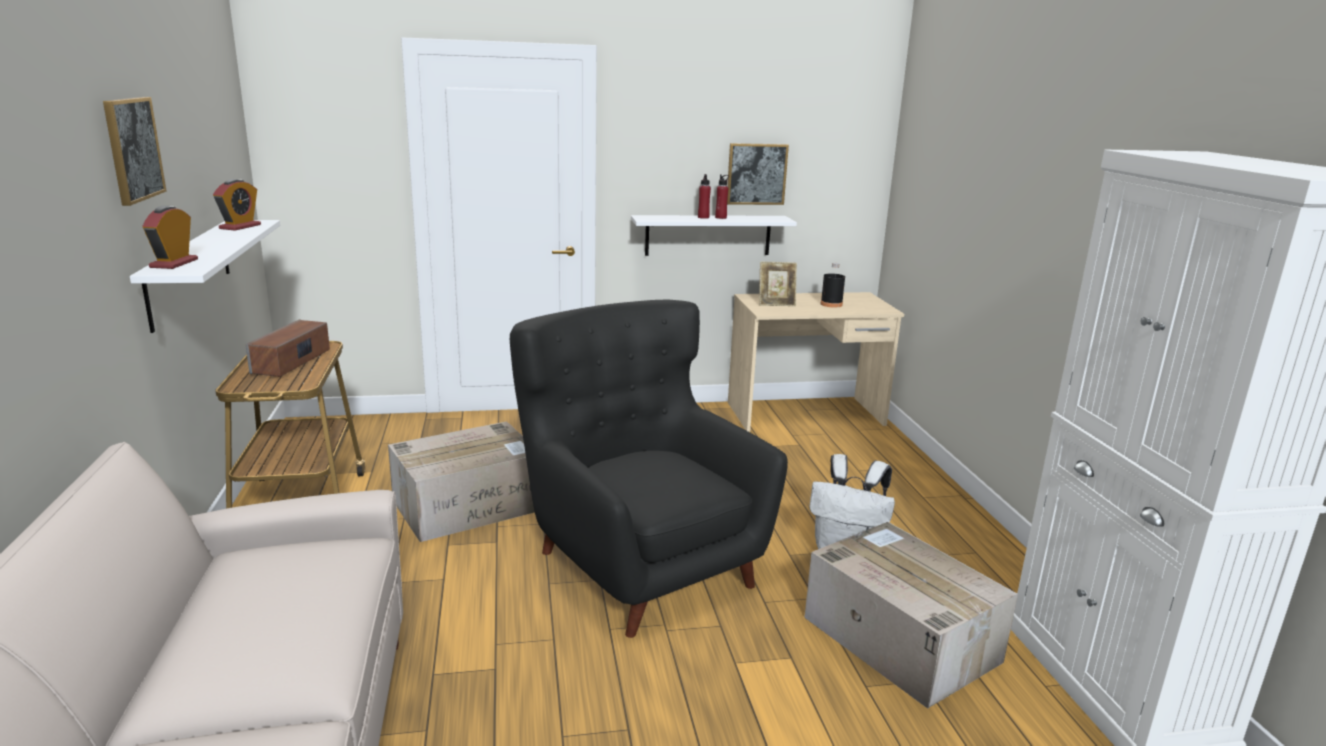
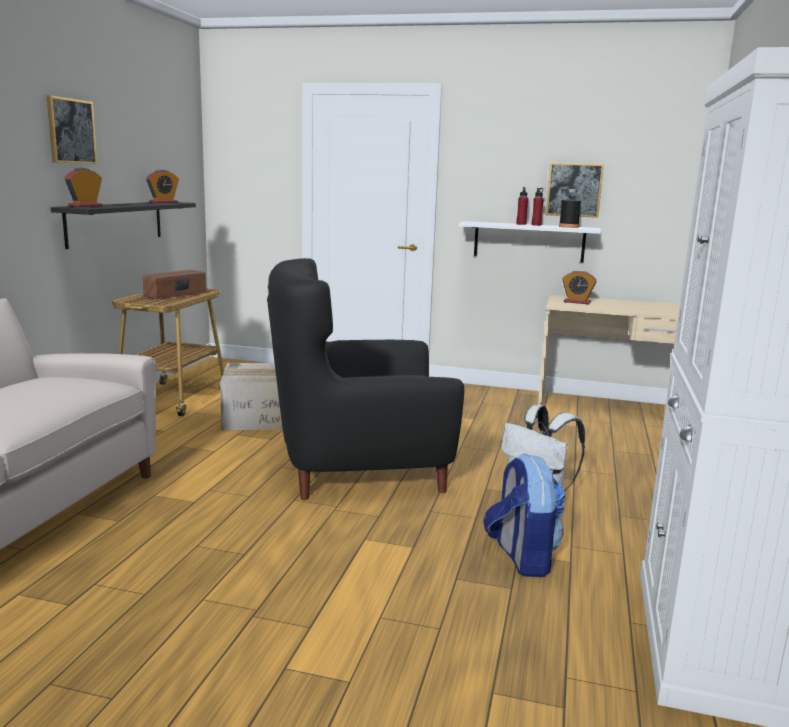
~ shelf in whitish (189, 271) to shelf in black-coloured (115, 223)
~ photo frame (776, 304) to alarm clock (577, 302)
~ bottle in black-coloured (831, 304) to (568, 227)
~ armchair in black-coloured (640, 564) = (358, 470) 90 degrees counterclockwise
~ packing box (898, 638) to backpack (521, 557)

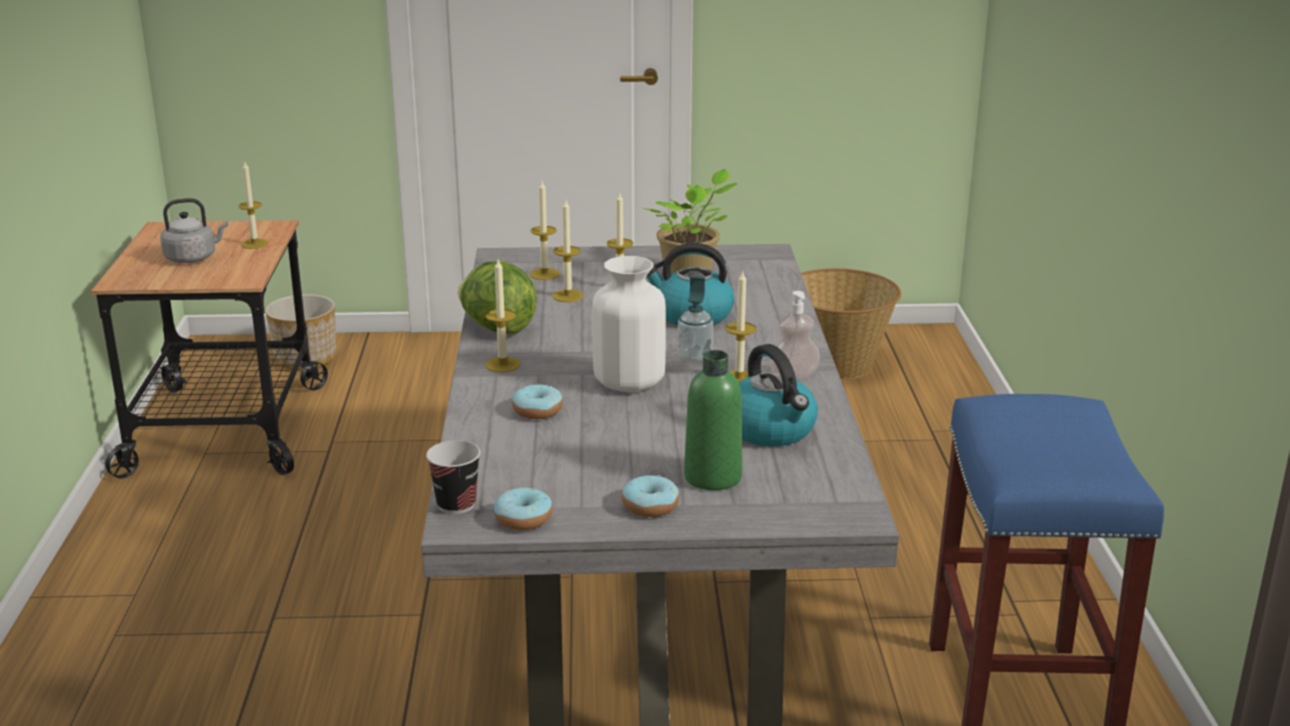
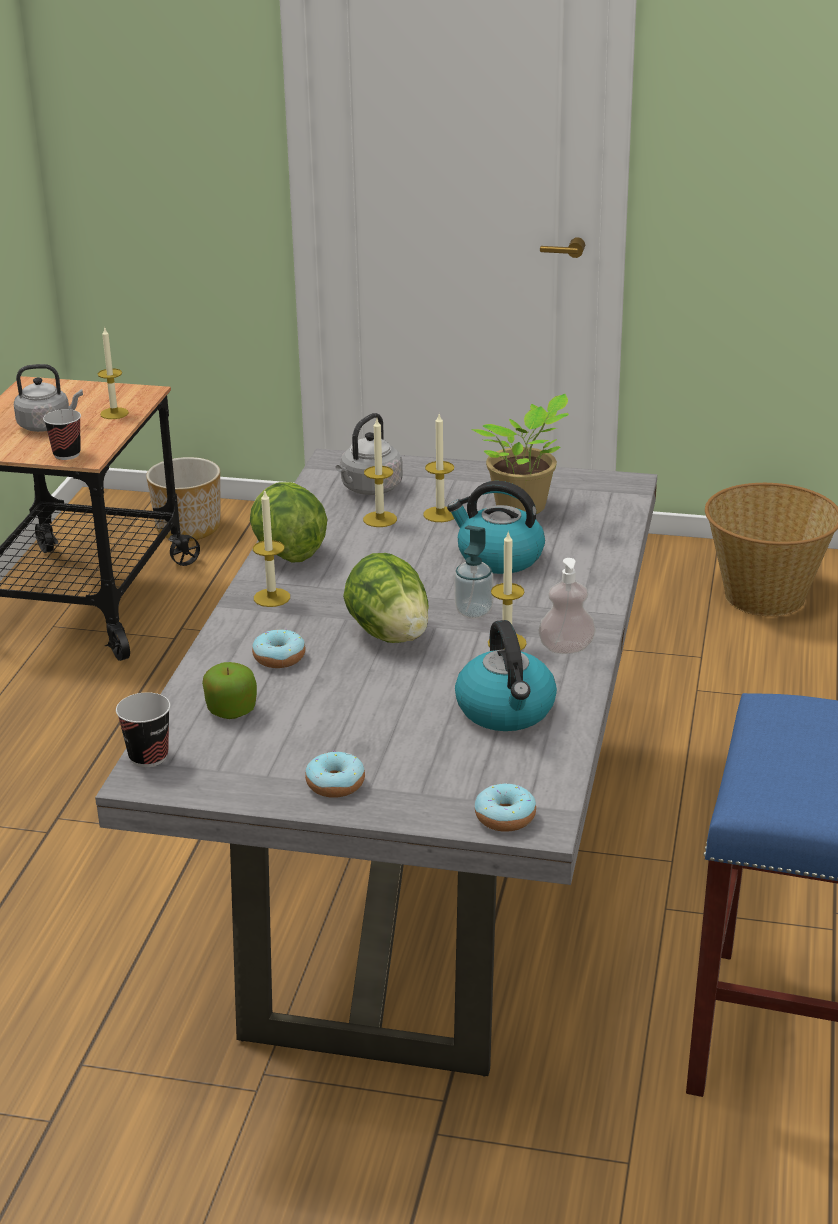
~ candle (544, 274) to kettle in gray (369, 489)
~ decorative vase in whitish (629, 382) to head of lettuce (389, 634)
- bottle in green-coloured (712, 477)
~ ring doughnut (523, 519) to (505, 817)
+ small cup (67, 454)
+ apple (231, 710)

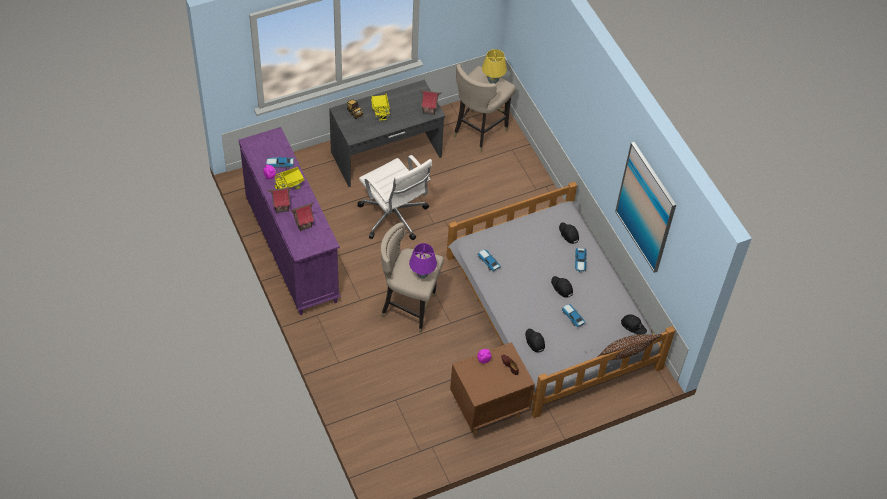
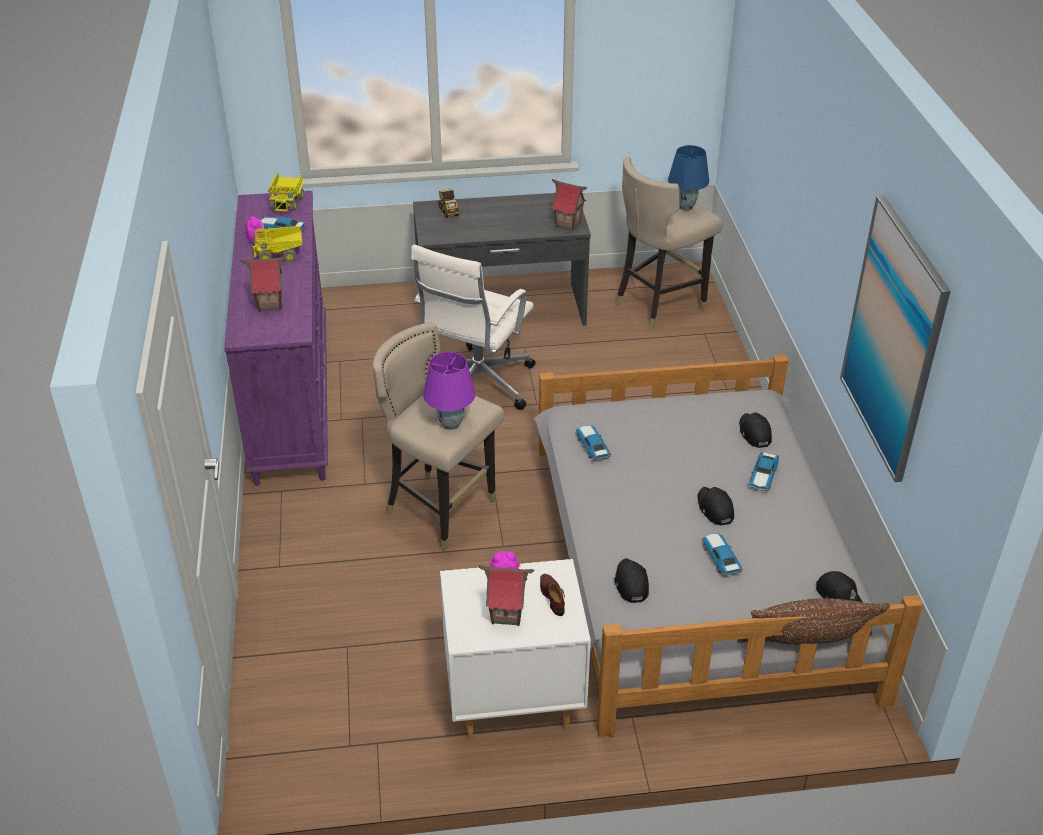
~ tabletop lamp in yellow (493, 81) to tabletop lamp in blue-coloured (686, 207)
~ toy truck (380, 111) to (287, 202)
~ desk chair in whitish (394, 217) = (476, 385) 45 degrees clockwise
~ model house (281, 207) to (507, 615)
~ bedside table in brown (488, 410) to bedside table in whitish (513, 703)

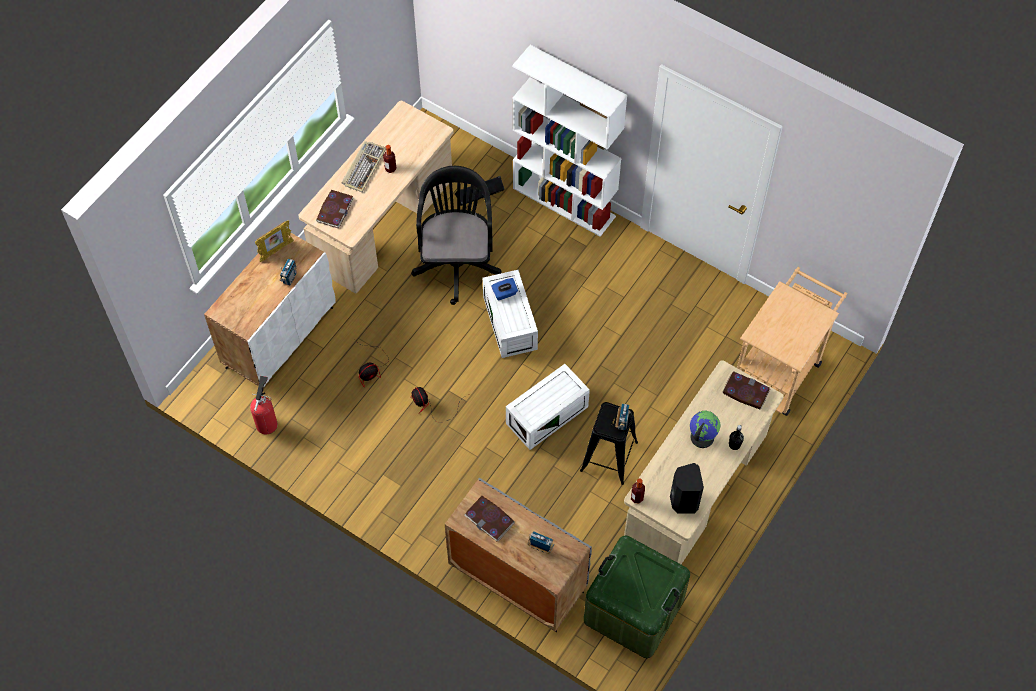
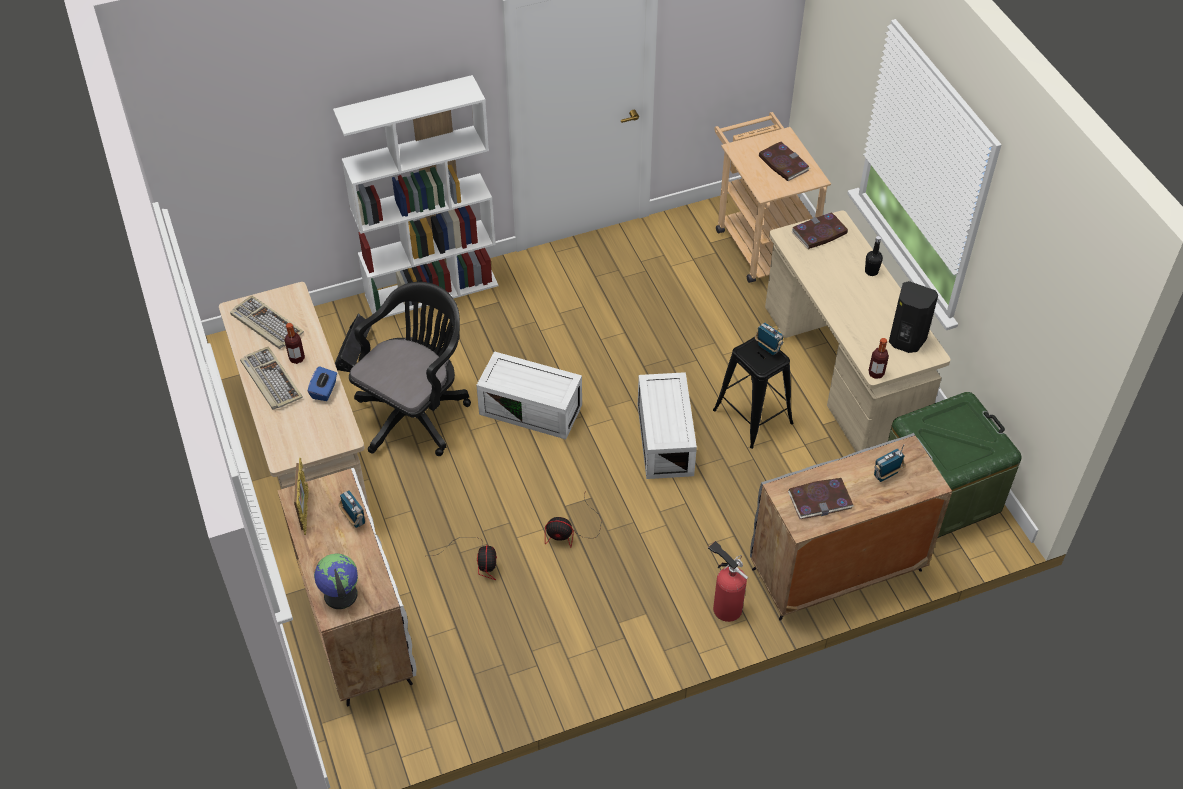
~ desk chair in black-coloured (457, 261) = (416, 412) 90 degrees clockwise
~ book (334, 210) to (783, 163)
~ box of tissues in blue-coloured (504, 293) to (324, 391)
~ fire extinguisher (267, 422) to (725, 606)
~ desk globe (701, 437) to (340, 595)
+ computer keyboard (265, 324)

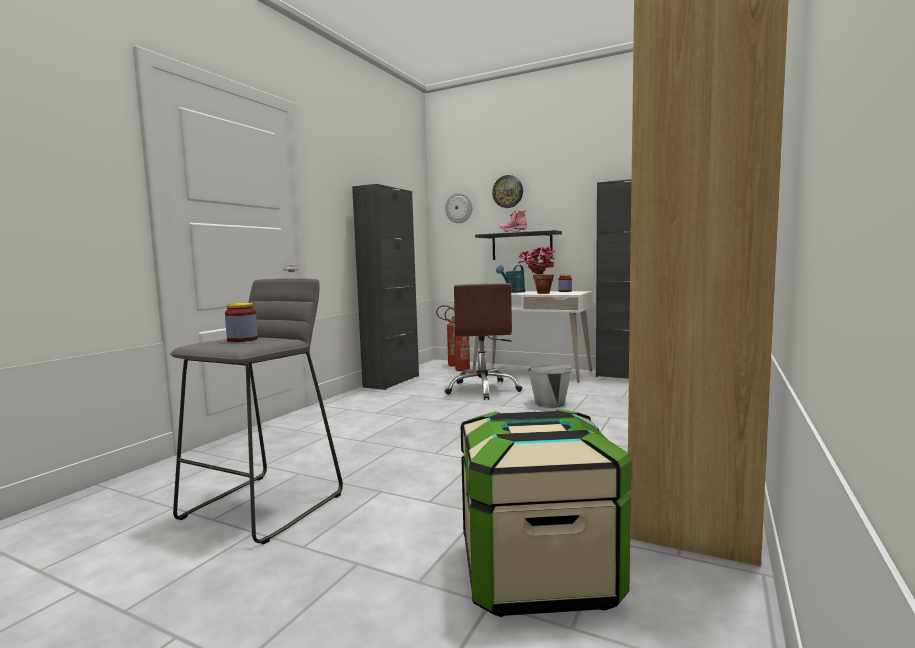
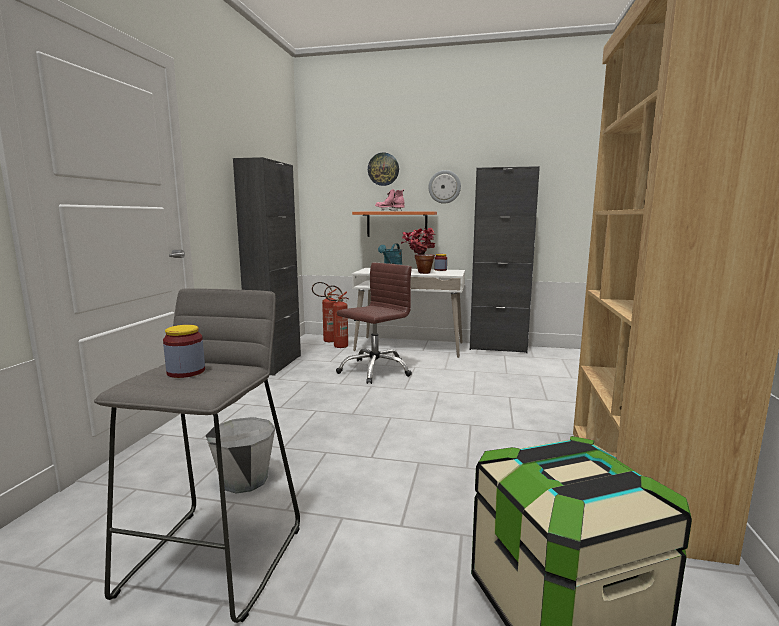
~ hanging clock (459, 208) to (444, 187)
~ shelf in black-coloured (521, 246) to shelf in orangey (397, 224)
~ desk chair in brown (483, 389) = (375, 370) 120 degrees counterclockwise
~ bucket in gray (550, 403) to (244, 480)

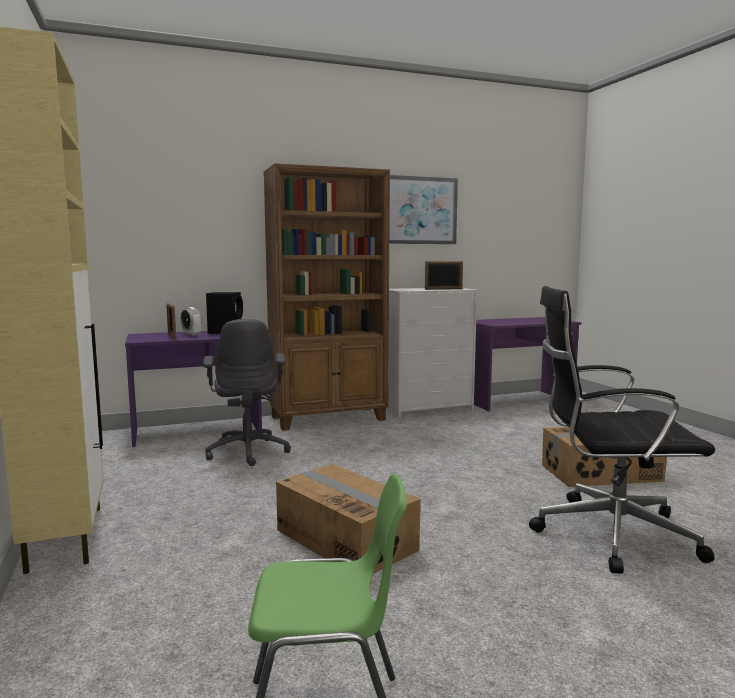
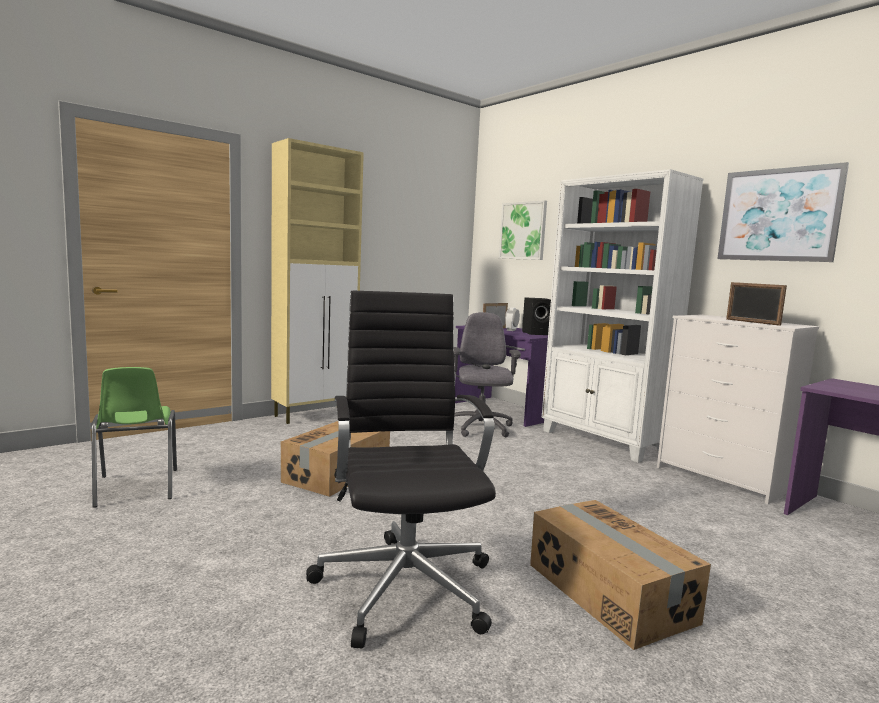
~ bookcase in brown (329, 418) to bookcase in whitish (603, 441)
~ desk chair in gray (248, 451) = (480, 428) 120 degrees clockwise
+ wall art (523, 231)

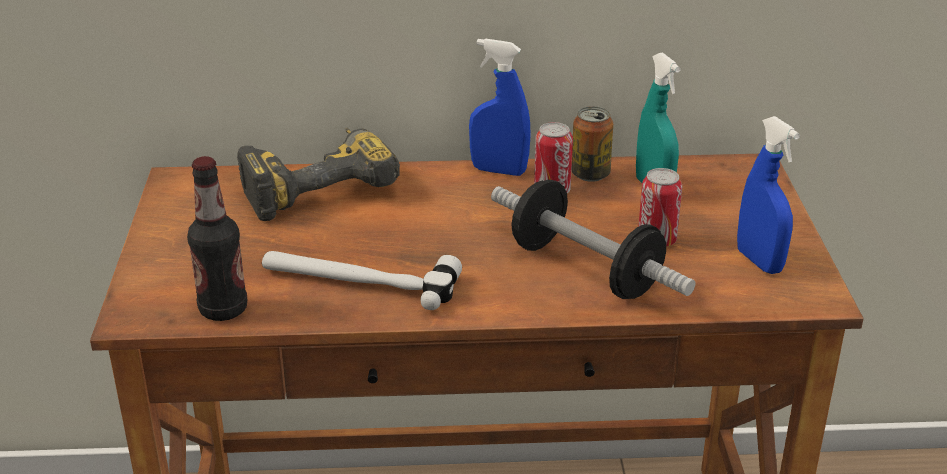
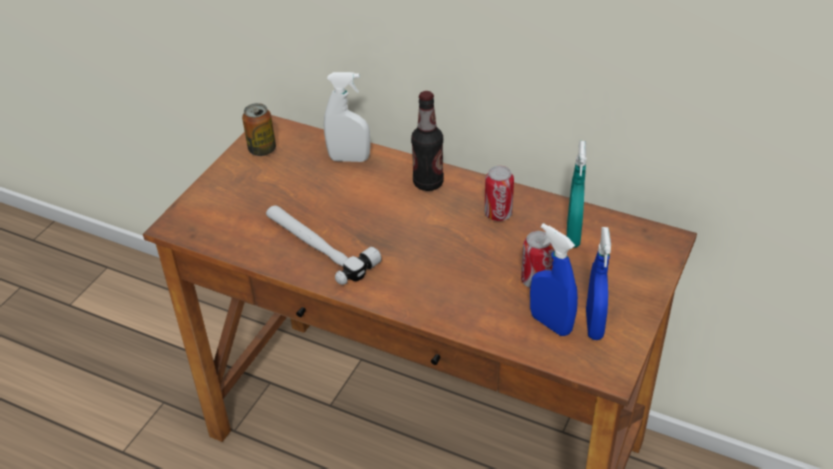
~ spray bottle in blue-coloured (499, 170) to (550, 323)
~ can (590, 174) to (262, 149)
~ power drill (316, 185) to spray bottle in whitish (349, 159)
~ bottle (223, 309) to (428, 183)
- hand weight (585, 269)

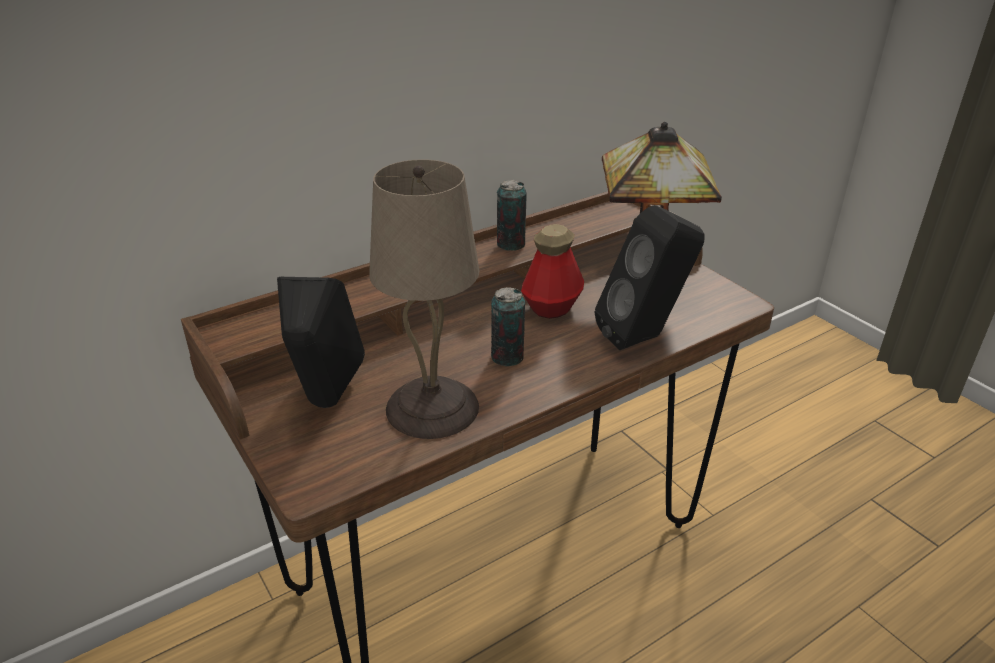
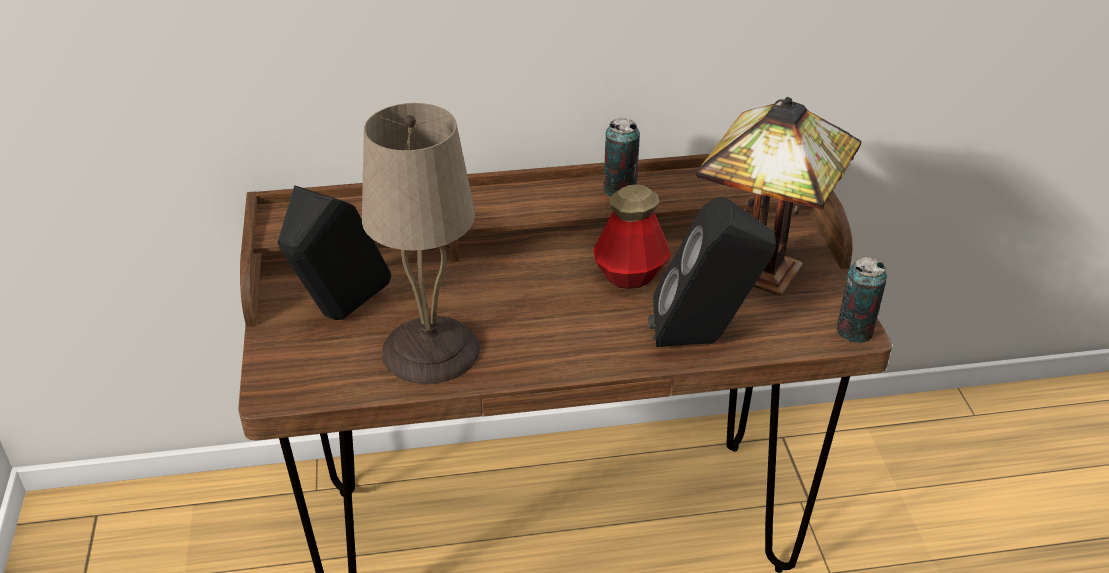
~ can (507, 357) to (854, 331)

